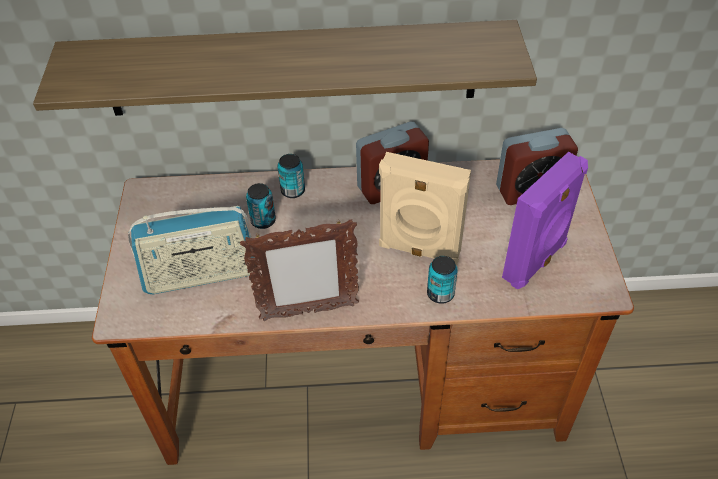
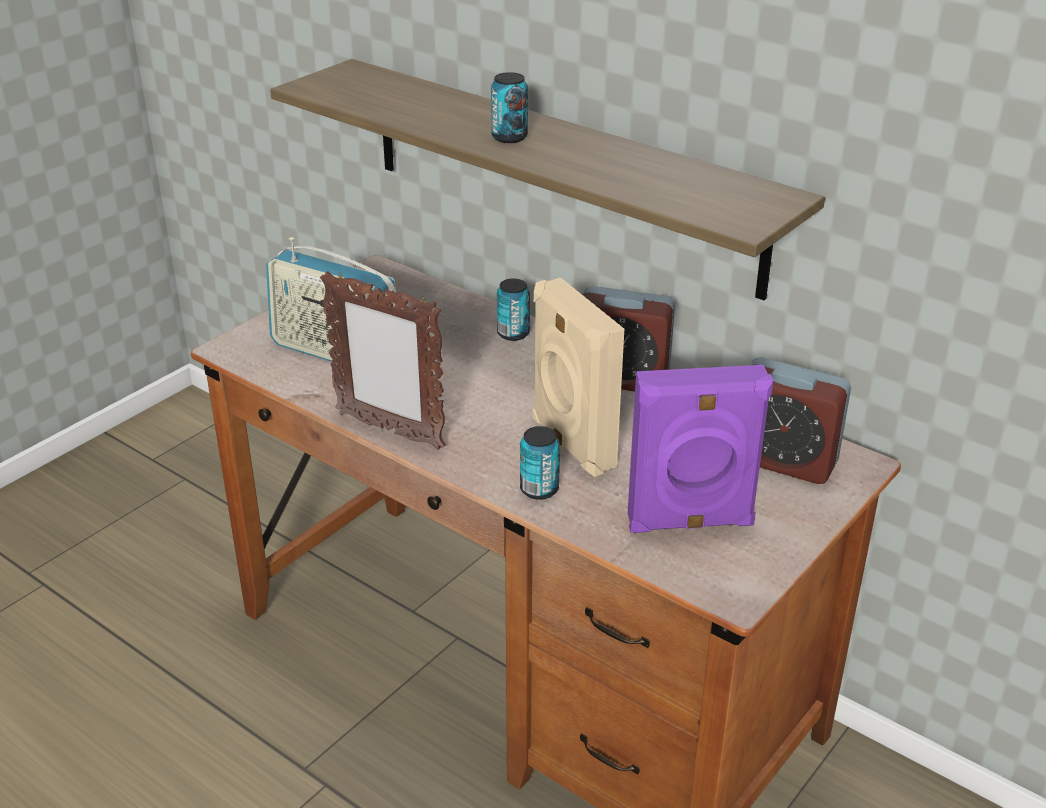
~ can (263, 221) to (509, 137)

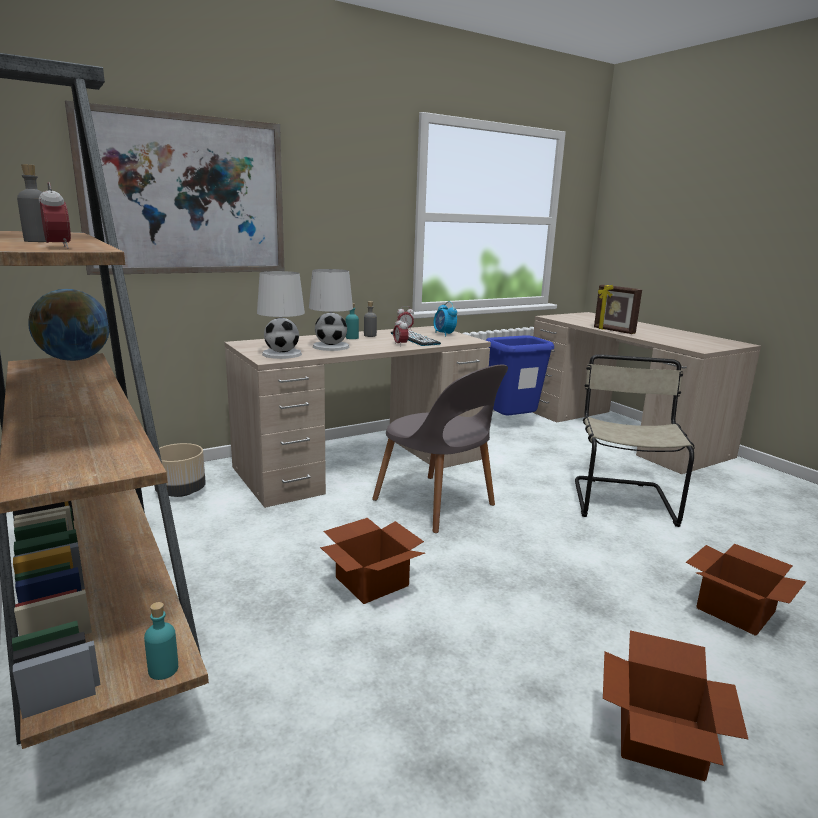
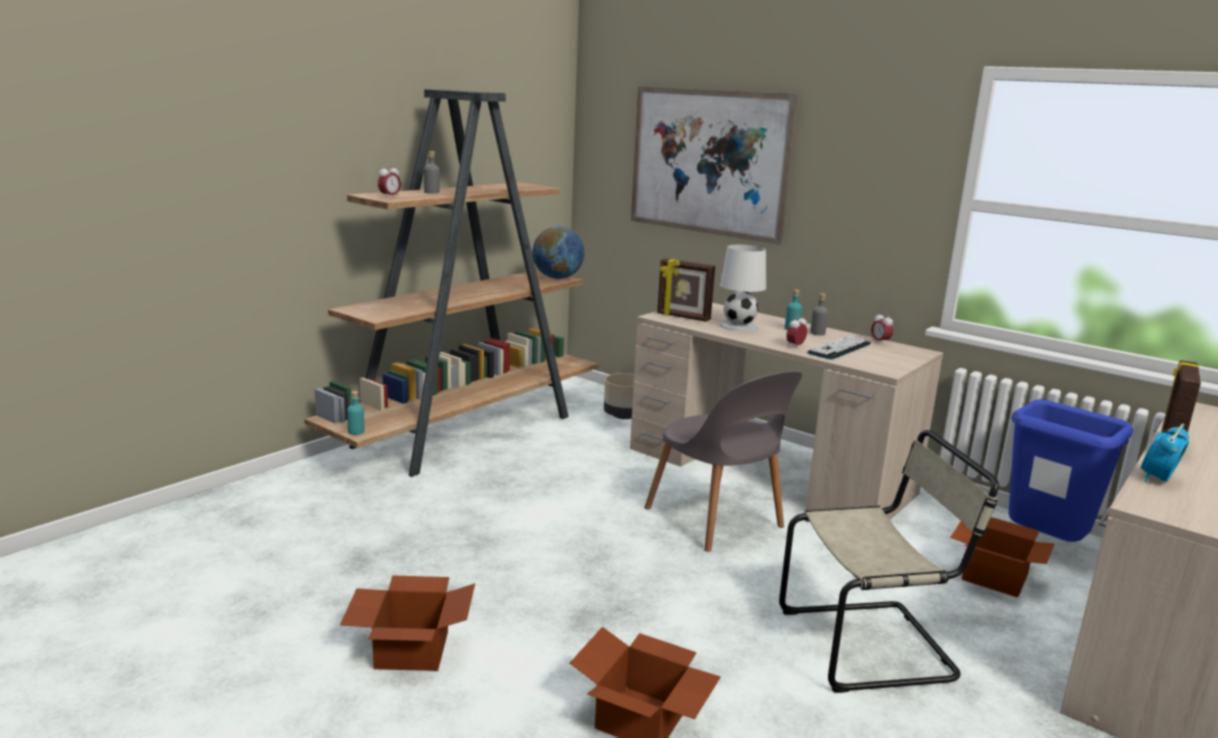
~ tabletop lamp in whitish (282, 354) to photo frame (683, 317)
~ alarm clock (444, 334) to (1158, 479)
~ plain chair in gray (437, 504) = (716, 520) 60 degrees counterclockwise
~ packing box (372, 580) to (996, 577)

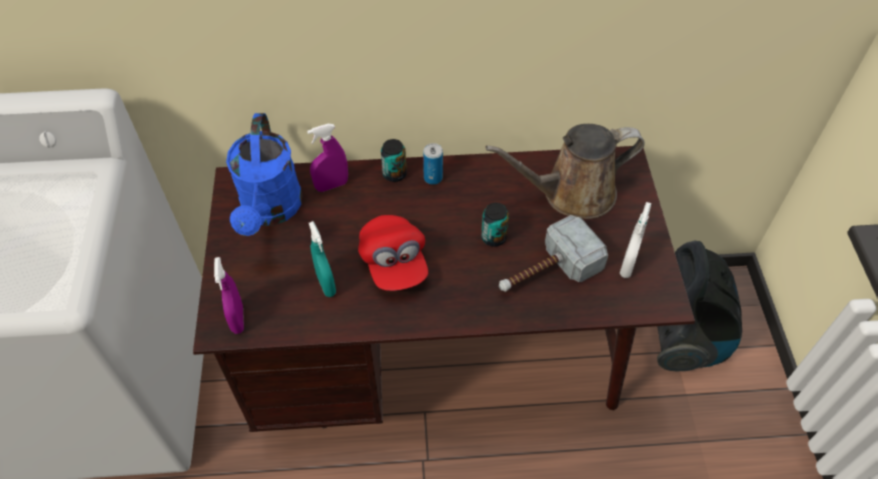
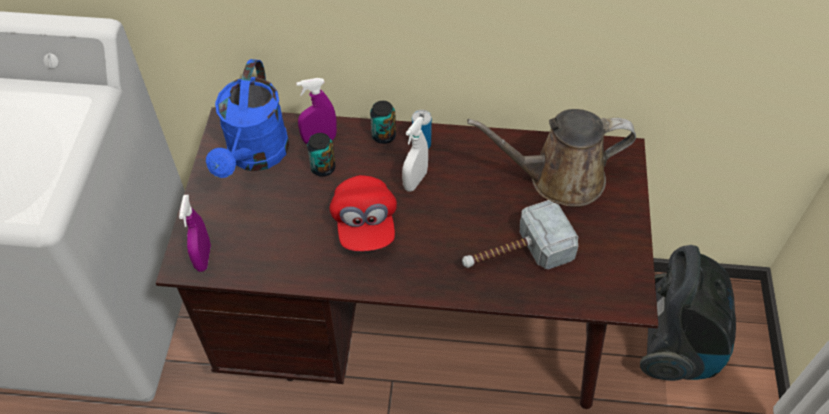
~ spray bottle in whitish (627, 265) to (415, 181)
~ can (493, 237) to (323, 168)
- spray bottle in blue-green (326, 284)

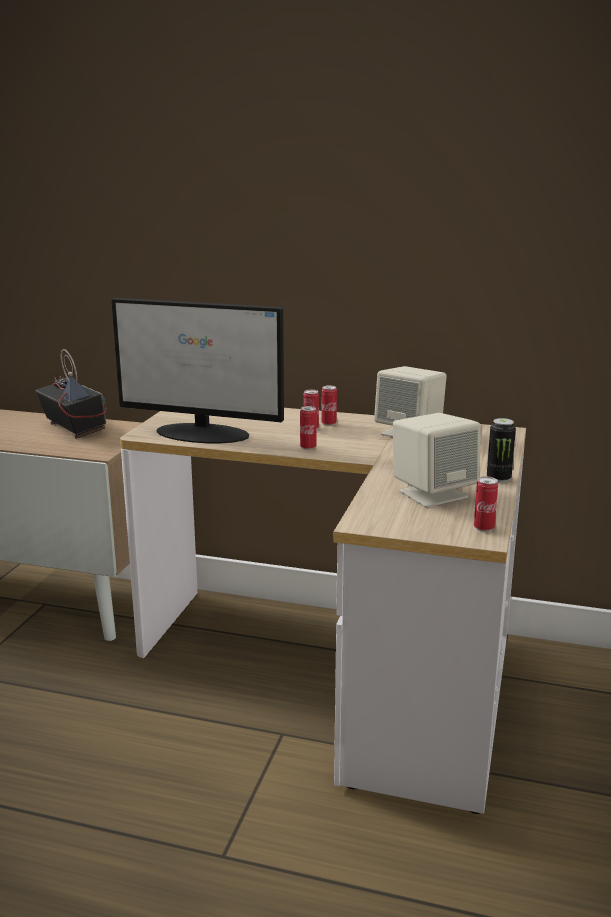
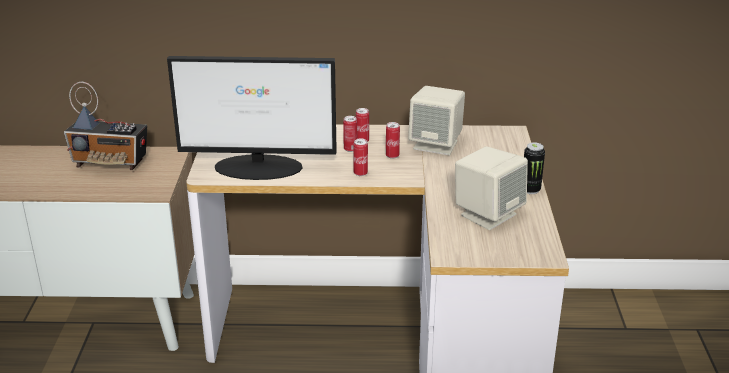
~ radio receiver (74, 429) = (111, 163) 150 degrees clockwise
~ can (484, 528) to (392, 156)

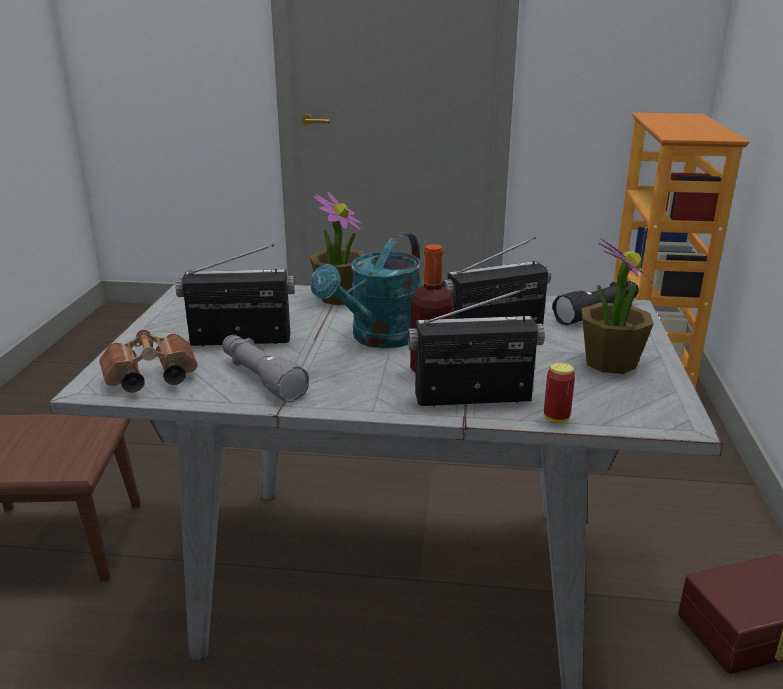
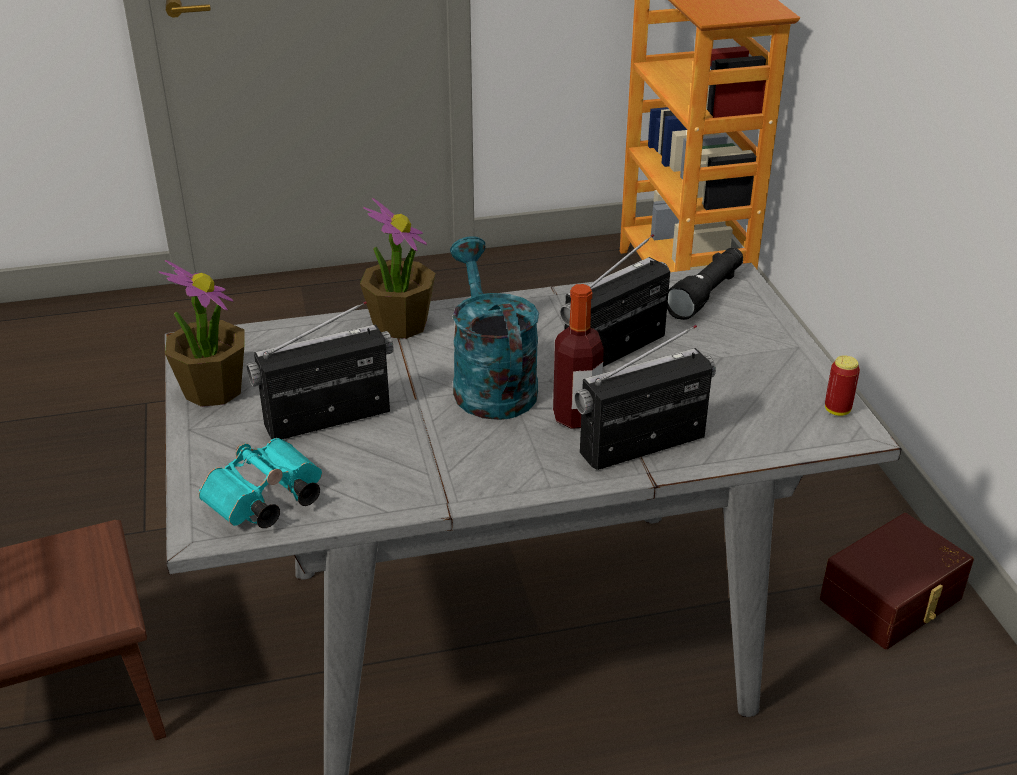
~ watering can in blue-green (378, 338) = (490, 382) 150 degrees clockwise
~ potted plant (609, 362) to (213, 389)
~ pair of binoculars in brown (148, 380) to pair of binoculars in blue-green (264, 503)
- torch in gray (261, 378)
~ can (556, 418) to (837, 410)

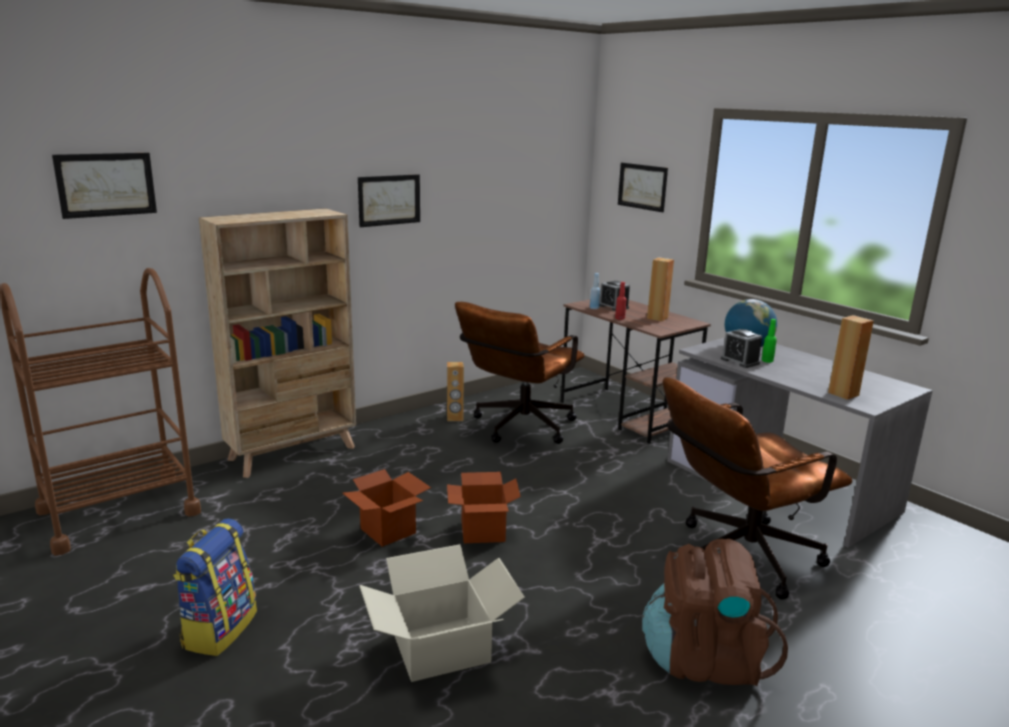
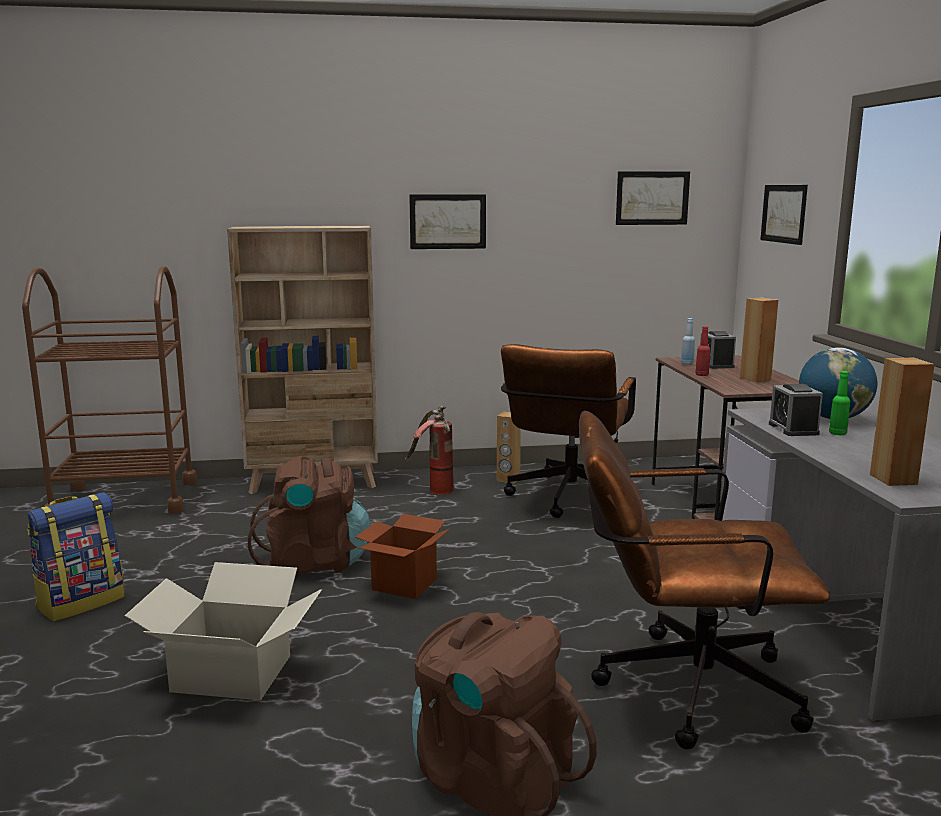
~ wall art (106, 184) to (652, 198)
~ desk chair in brown (518, 428) = (566, 500) 45 degrees counterclockwise
~ packing box (387, 531) to backpack in brown (314, 562)
+ fire extinguisher (432, 489)

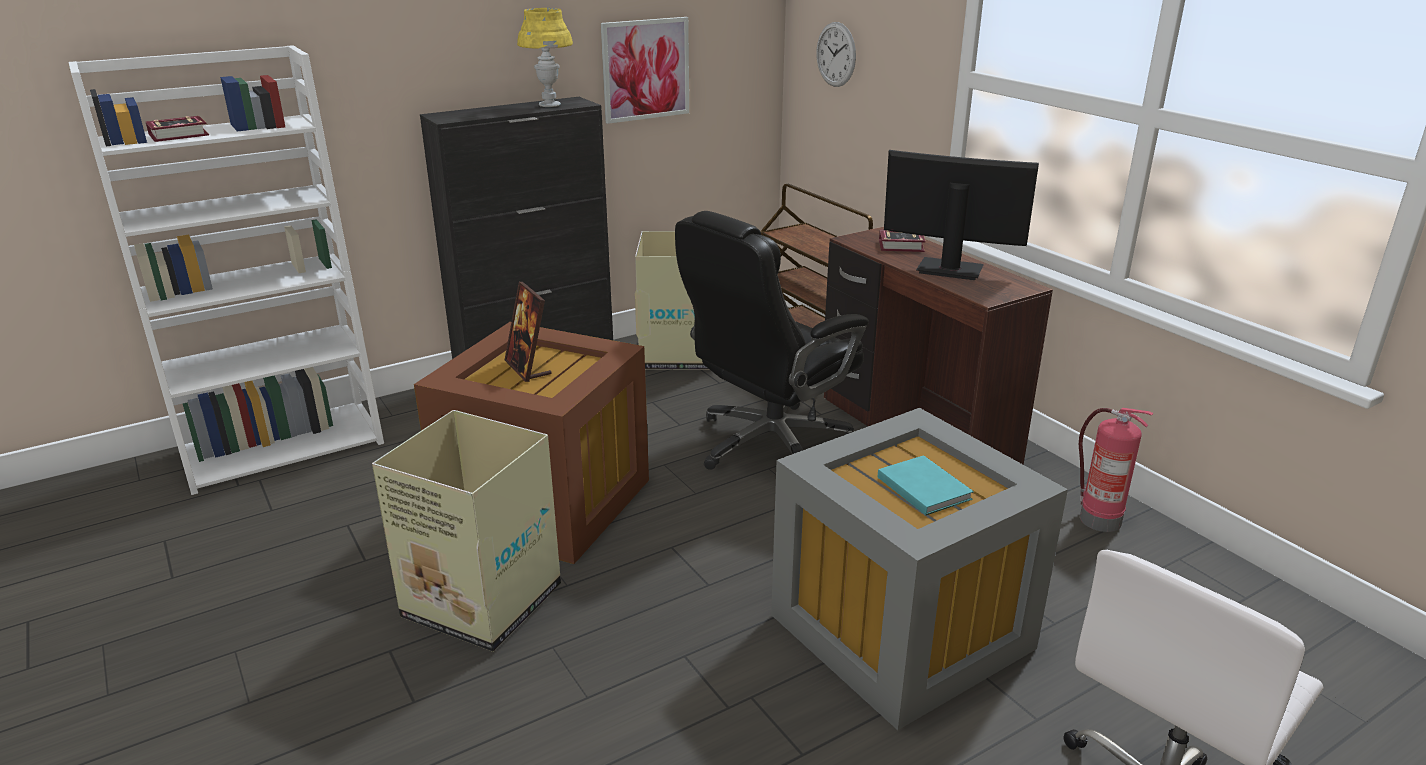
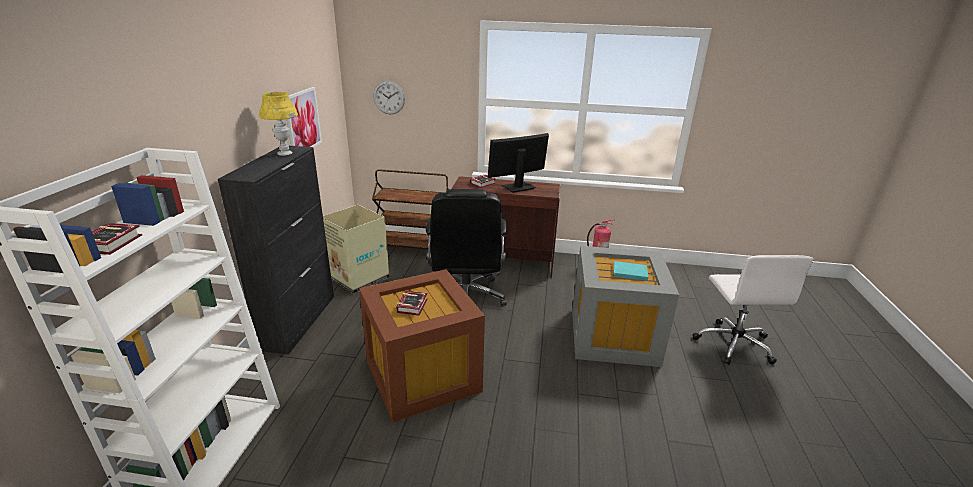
~ photo frame (528, 368) to book (413, 305)
- packing box (480, 600)

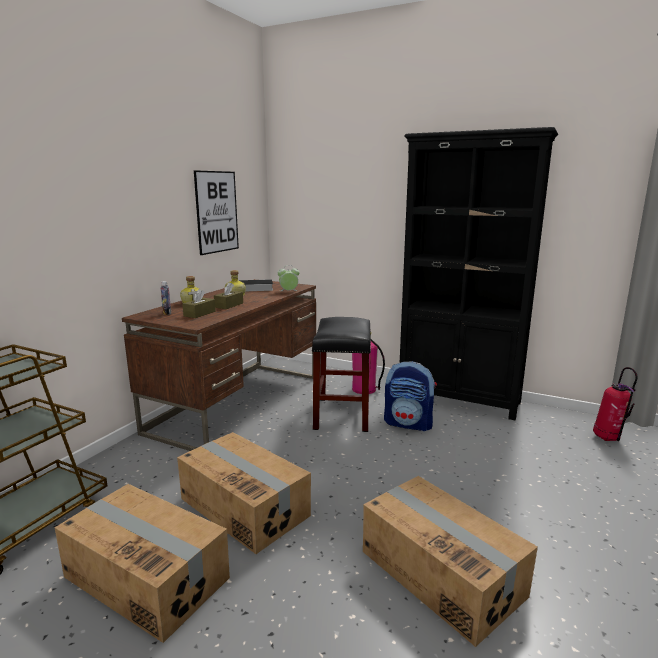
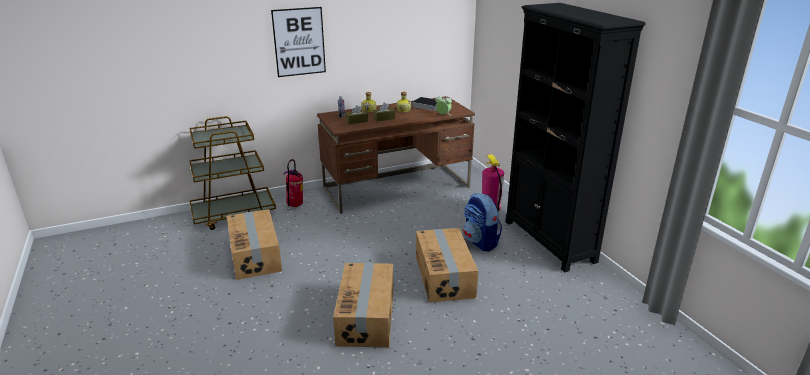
~ wall art (217, 212) to (299, 42)
- stool seat in black-coloured (342, 414)
~ fire extinguisher (608, 439) to (295, 206)
~ packing box (245, 506) to (445, 276)

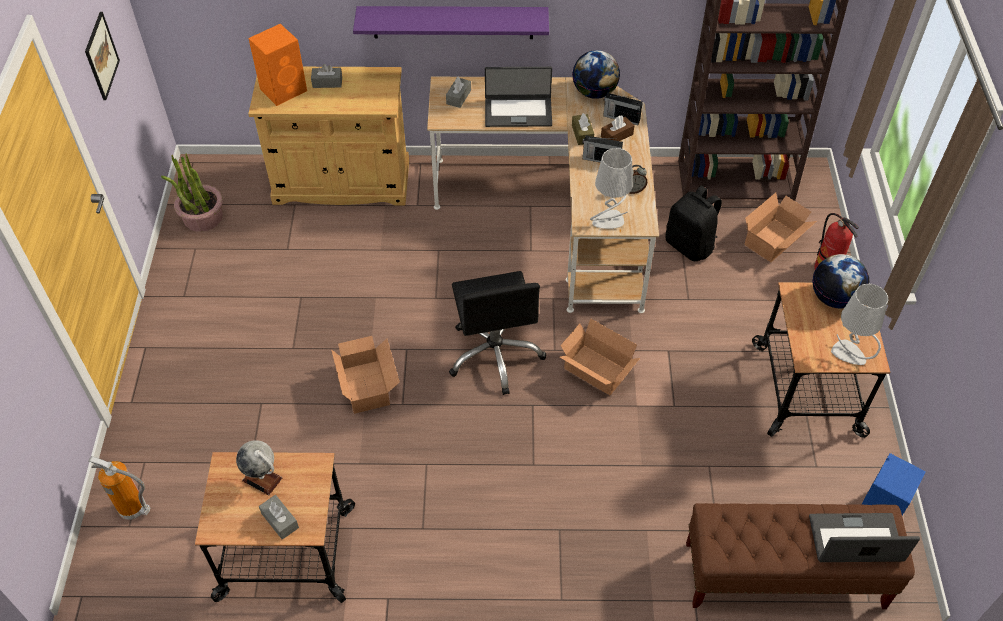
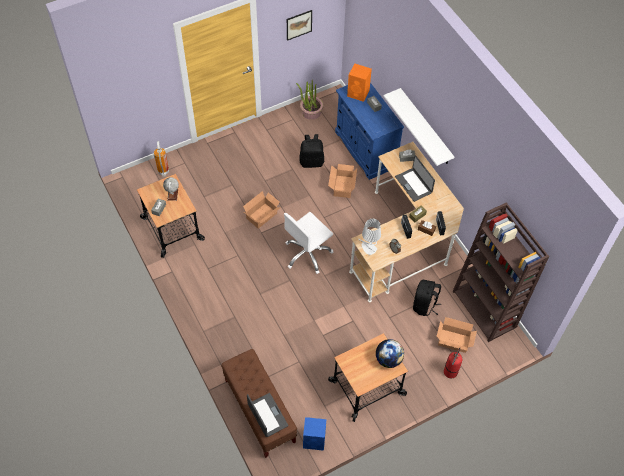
~ shelf in purplish (453, 22) to shelf in whitish (425, 127)
- desk globe (594, 92)
~ cabinet in sand-coloured (341, 182) to cabinet in blue-coloured (365, 149)
~ desk chair in black-coloured (495, 354) to desk chair in whitish (307, 254)
- tabletop lamp in gray (849, 353)
~ packing box (596, 372) to (342, 187)
+ backpack in black-coloured (311, 161)

